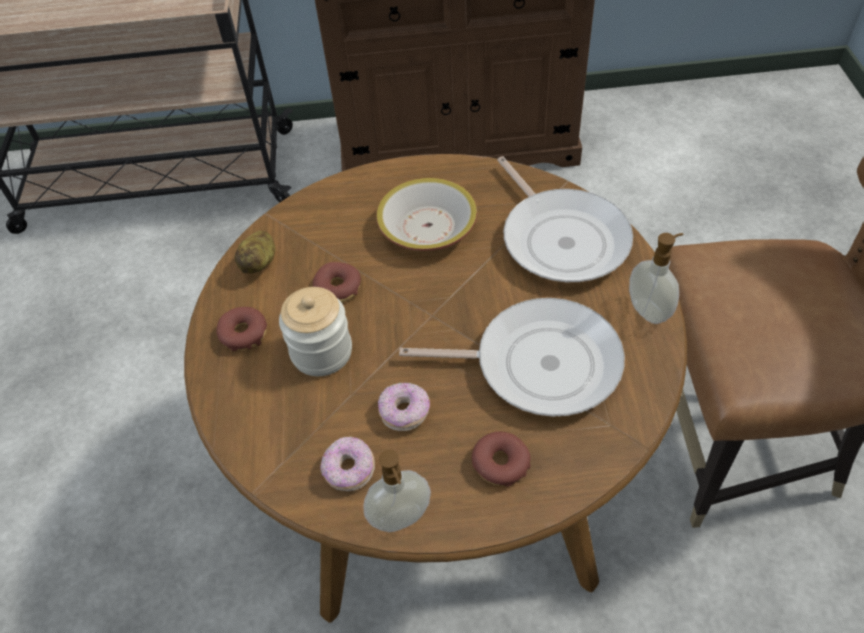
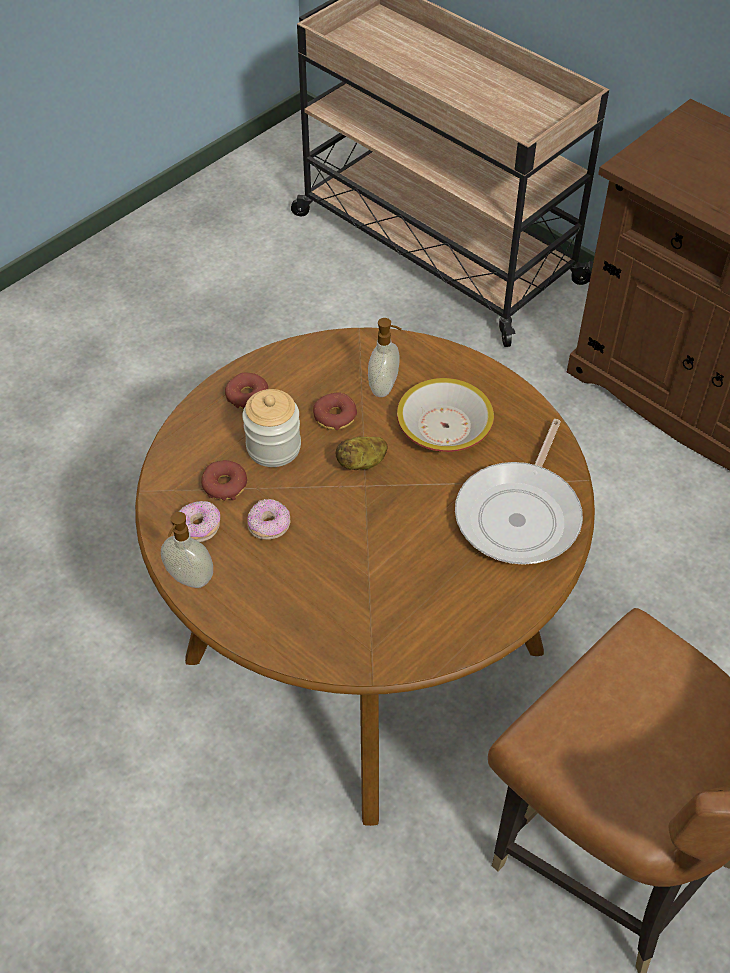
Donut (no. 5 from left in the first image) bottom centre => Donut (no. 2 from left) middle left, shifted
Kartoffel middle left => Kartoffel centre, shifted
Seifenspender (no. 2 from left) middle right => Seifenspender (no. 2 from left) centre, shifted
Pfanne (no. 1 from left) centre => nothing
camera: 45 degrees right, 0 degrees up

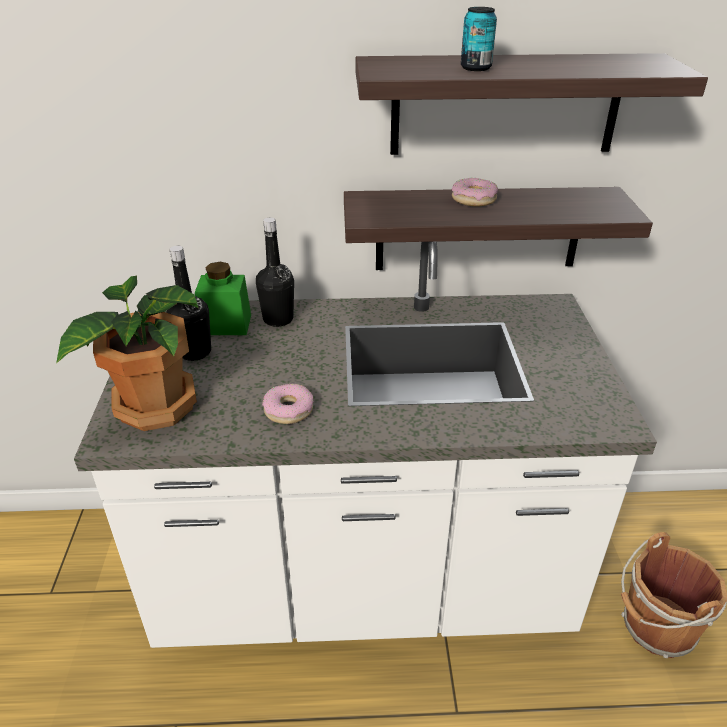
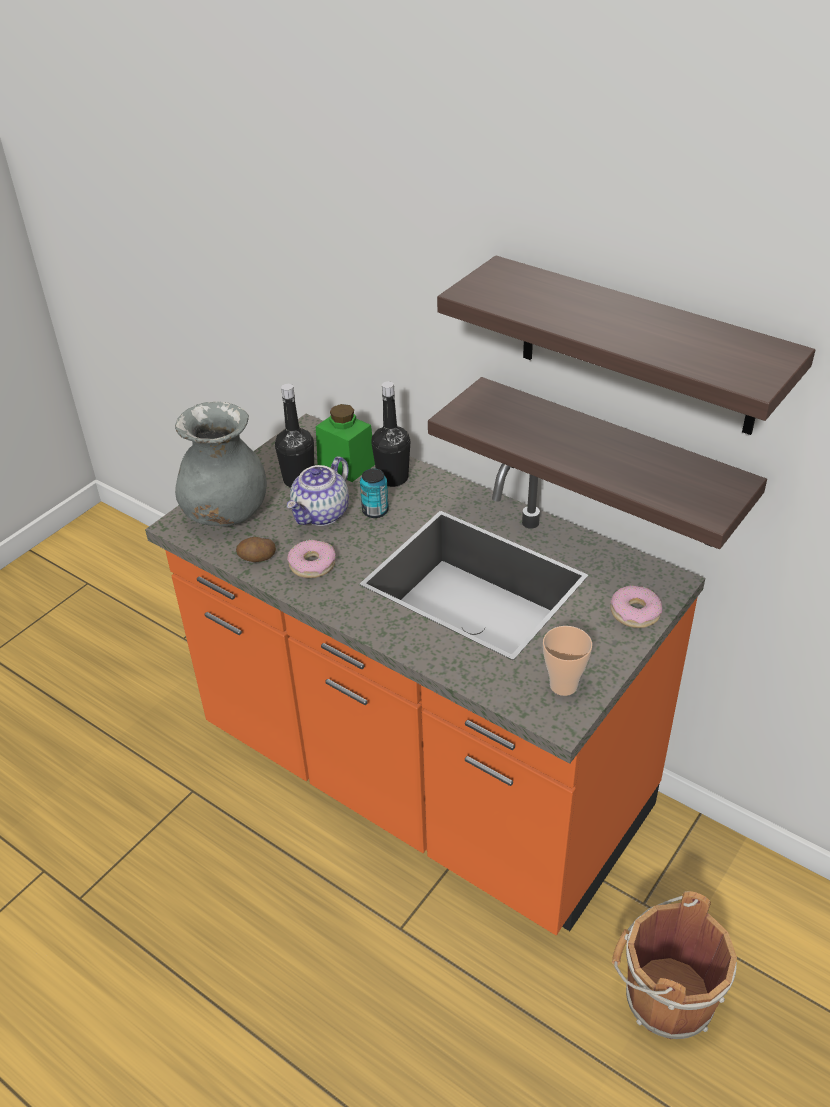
Küchenzeile (weiß) centre => Küchenzeile (orange) centre
Topfpflanze middle left => Vase (grau) middle left
nothing => Kartoffel middle left
nothing => Teekanne centre
Dose top centre => Dose centre, shifted
nothing => Tasse middle right
Donut (no. 2 from left) top centre => Donut (no. 2 from left) middle right, shifted
camera: 40 degrees right, 5 degrees up

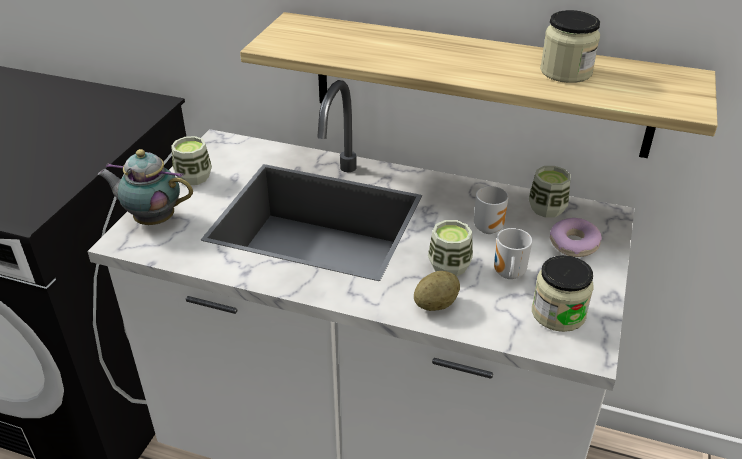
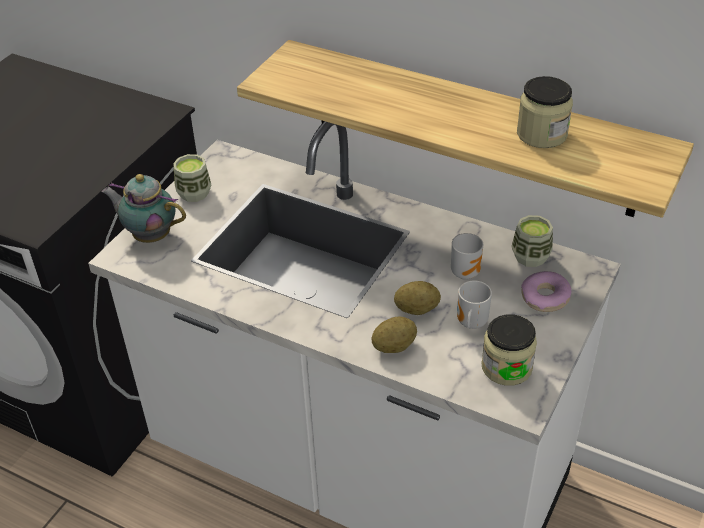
Tasse (no. 2 from left) centre => Kartoffel (no. 2 from left) centre
camera: 10 degrees right, 5 degrees up

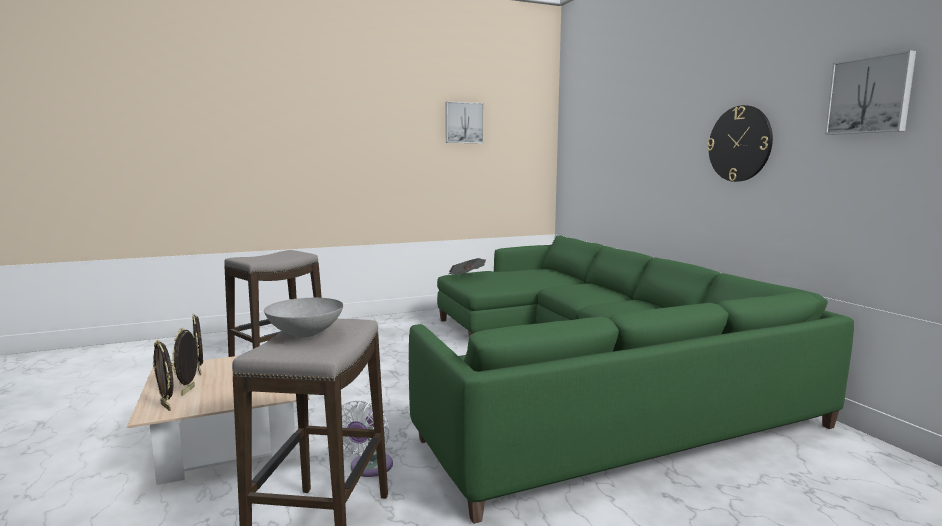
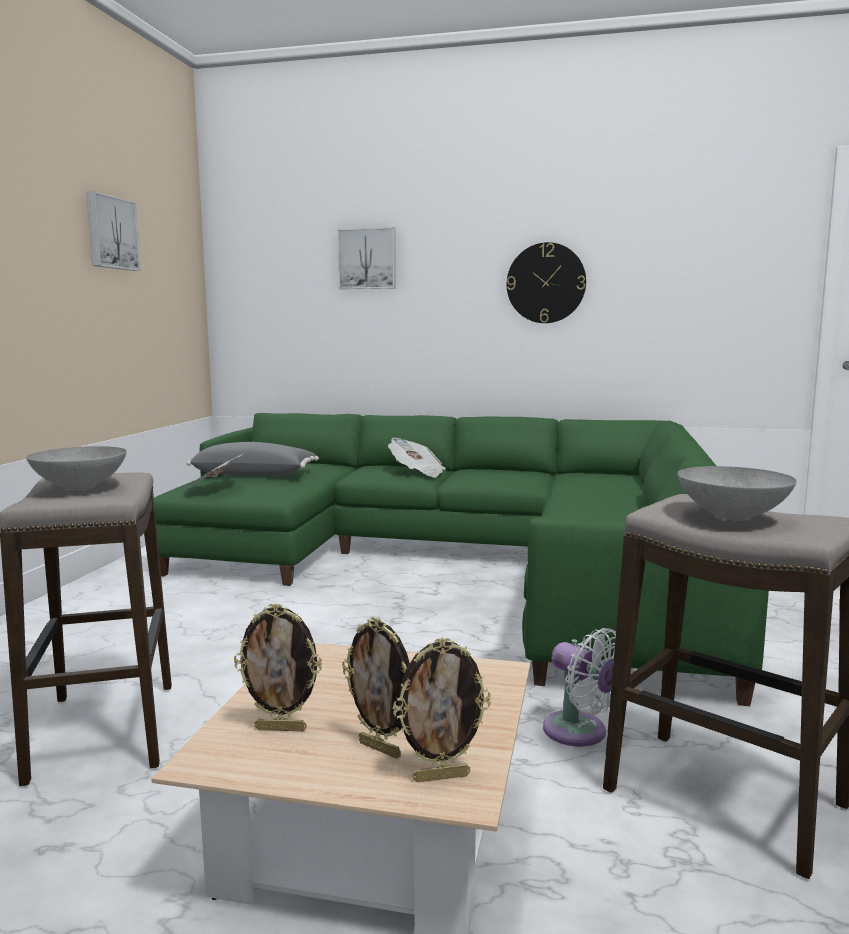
nothing => Schüssel (grau) (no. 1 from left) middle left
nothing => Kissen (grau) middle left
Bild (no. 2 from left) top right => Bild (no. 2 from left) top centre, shifted
nothing => Zeitung (no. 2 from left) centre
camera: 55 degrees left, 0 degrees up

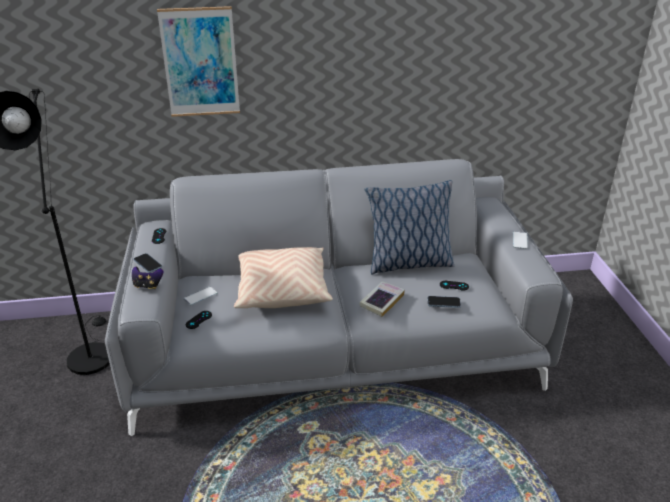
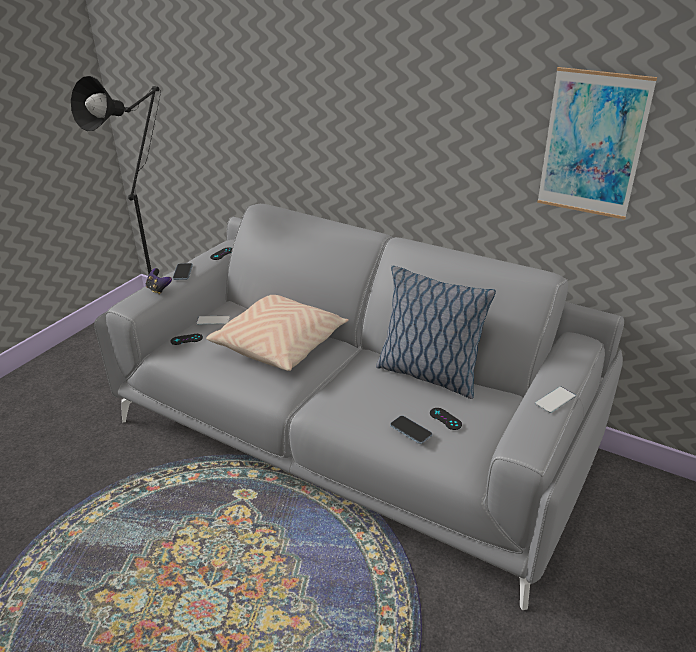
Bild top left => Bild top right, shifted
Buch centre => nothing
camera: 40 degrees right, 0 degrees up

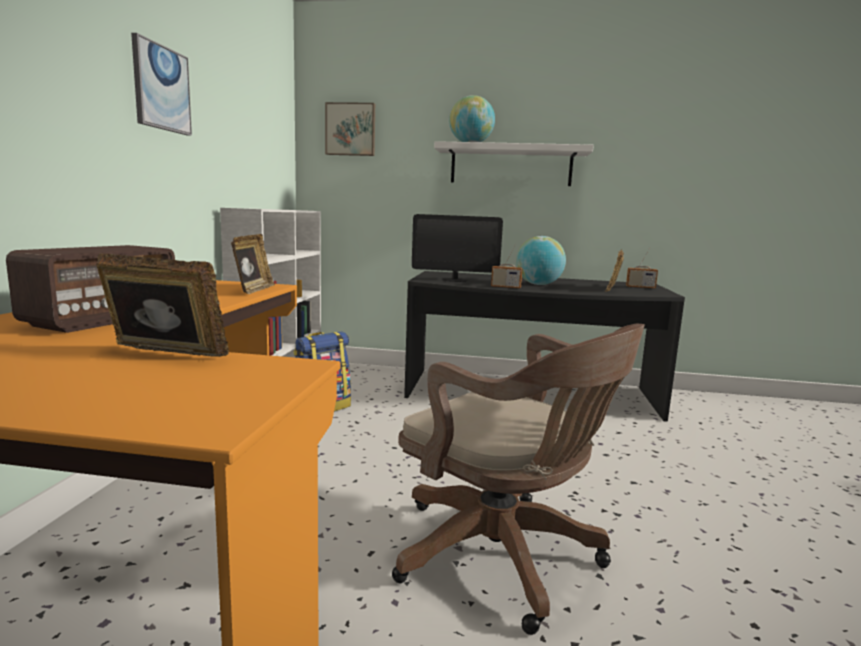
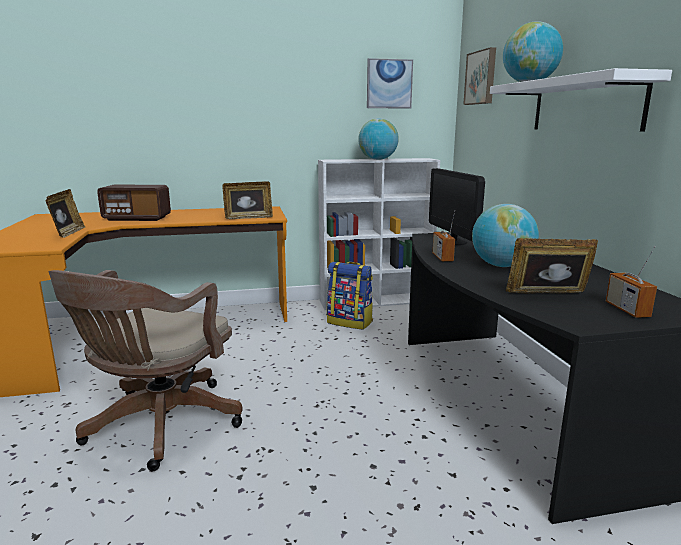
nothing => Globus (no. 1 from left) top centre
Bild (no. 1 from left) top left => Bild (no. 1 from left) top centre, shifted
camera: 70 degrees right, 5 degrees up

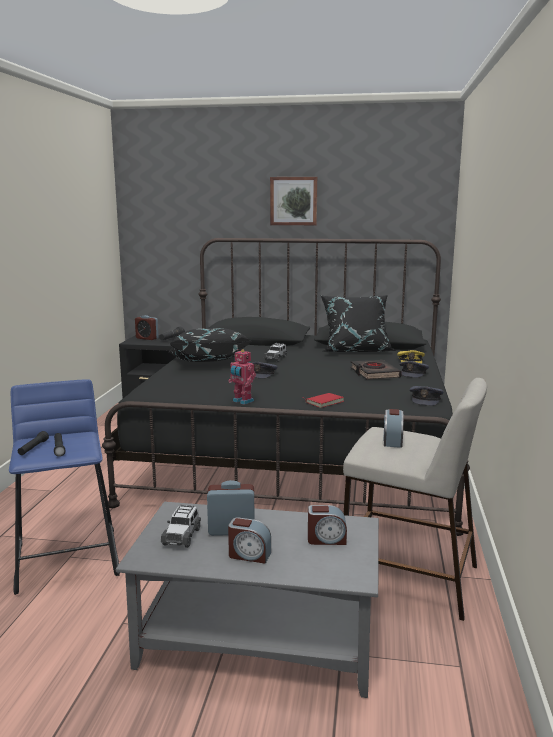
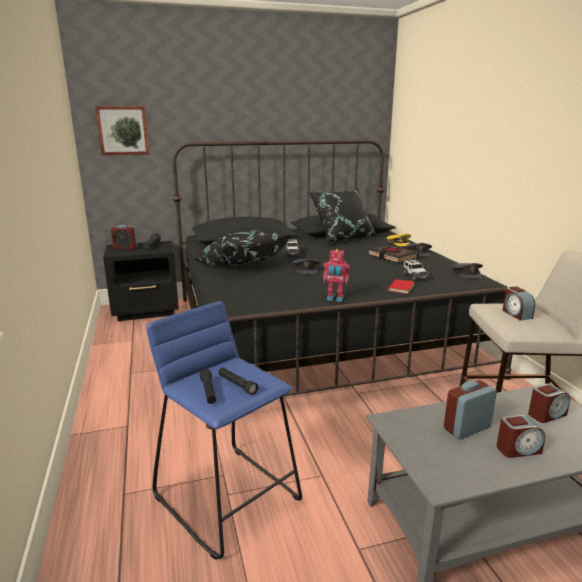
Bild top centre => Bild top left, shifted
Spielzeugauto (no. 1 from left in the first image) bottom left => Spielzeugauto (no. 2 from left) middle right, shifted
camera: 25 degrees left, 5 degrees up

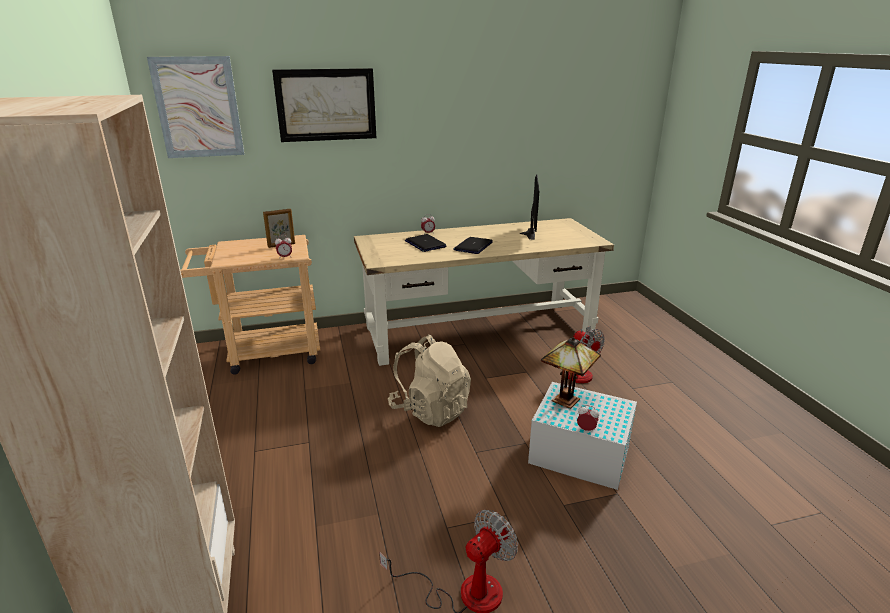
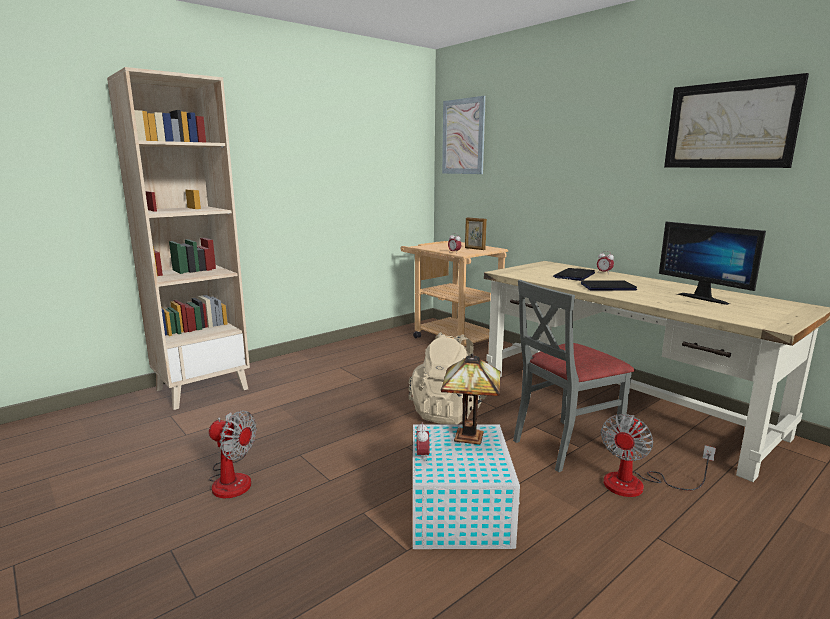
nothing => Stuhl (grau) middle right
Monitor centre => Monitor middle right, 75 degrees clockwise
Bild (no. 2 from left) top centre => Bild (no. 2 from left) top right, shifted
camera: 65 degrees right, 10 degrees down

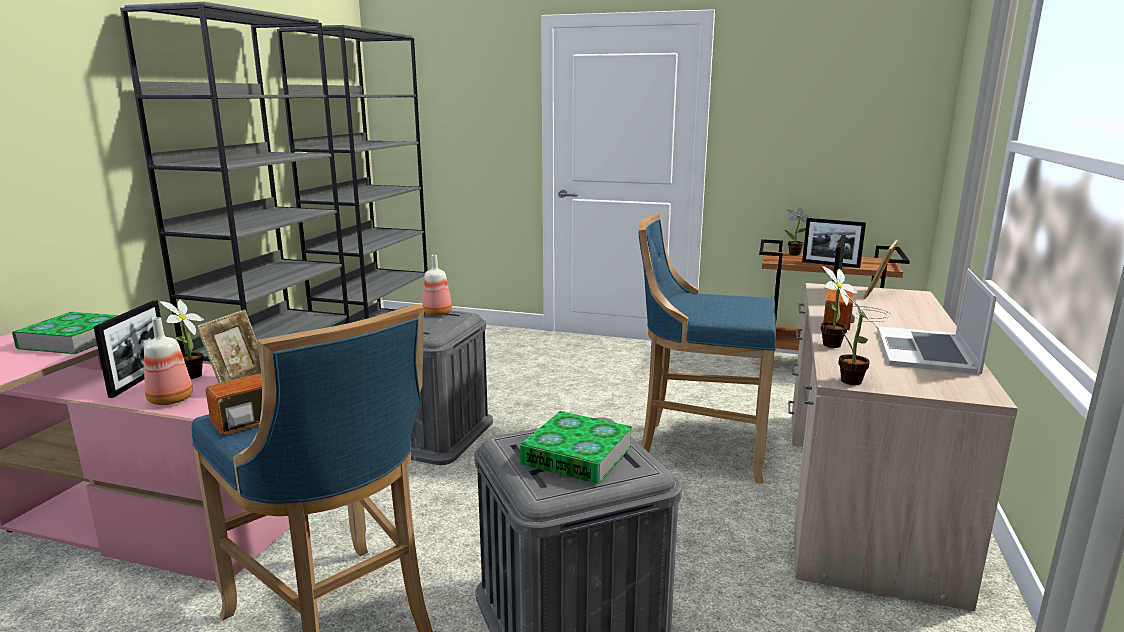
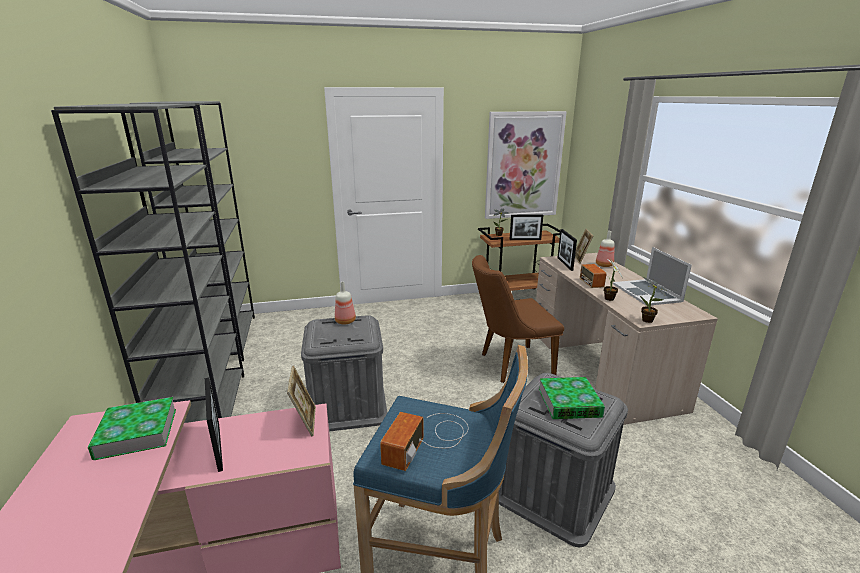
Hocker (blau) (no. 2 from left) centre => Stuhl (braun) centre
nothing => Bild top centre
Flasche (no. 1 from left in the first image) middle left => Flasche (no. 2 from left) middle right, shifted
Topfpflanze (no. 1 from left) middle left => nothing
camera: 30 degrees left, 5 degrees up

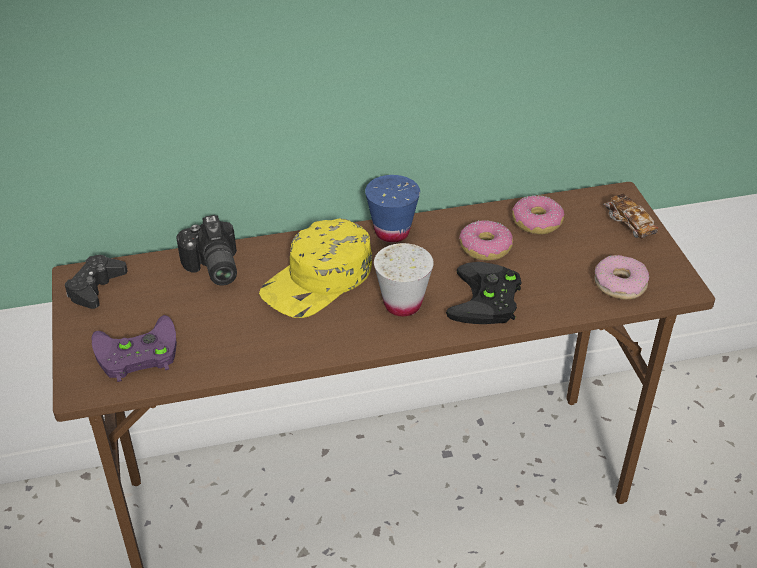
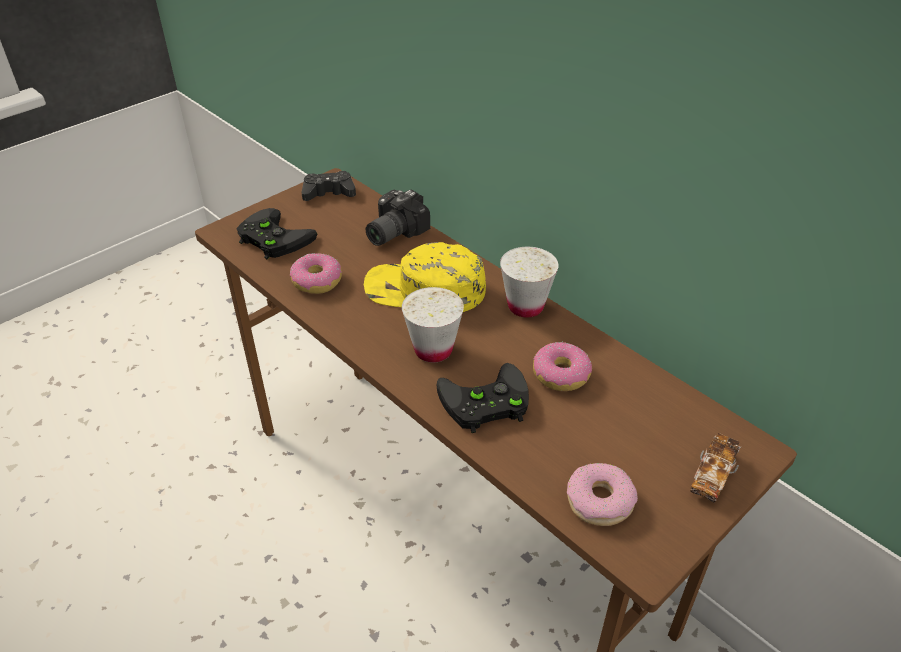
Gamepad (lila) middle left => Gamepad (schwarz) (no. 1 from left) middle left
Donut (no. 2 from left in the first image) middle right => Donut (no. 1 from left) centre, shifted
Tasse (blau) centre => Tasse (weiß) (no. 2 from left) centre
camera: 60 degrees right, 0 degrees up

